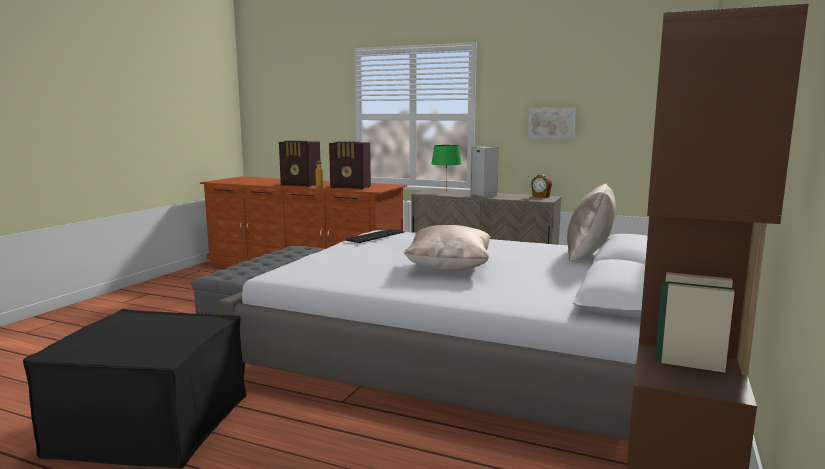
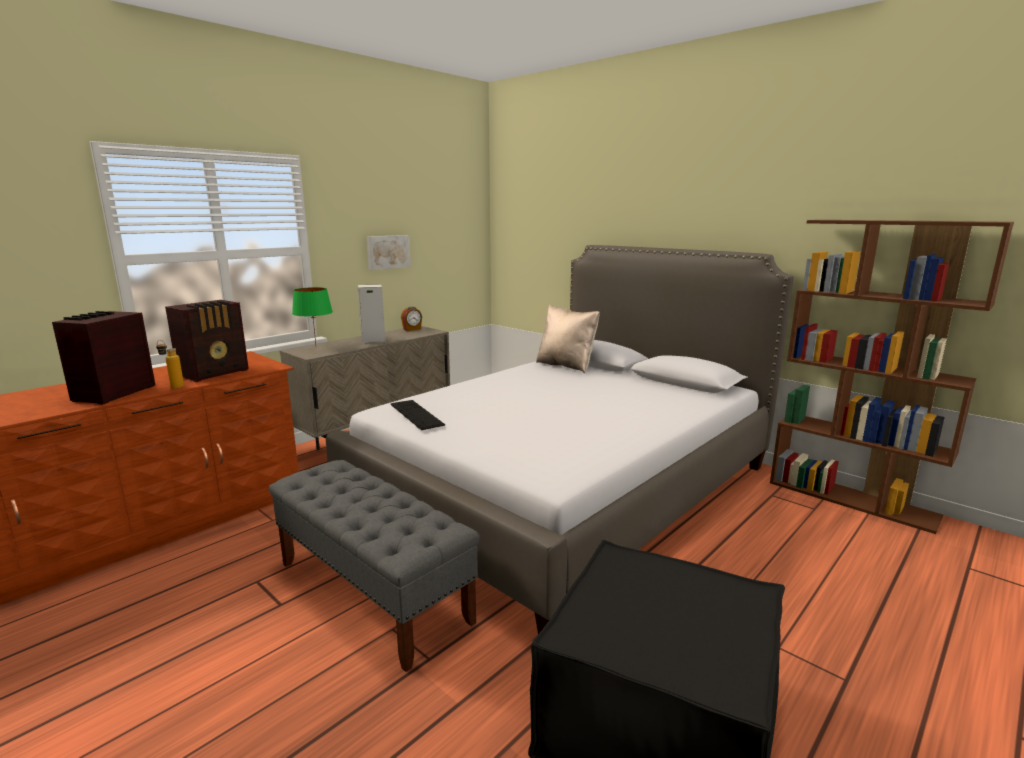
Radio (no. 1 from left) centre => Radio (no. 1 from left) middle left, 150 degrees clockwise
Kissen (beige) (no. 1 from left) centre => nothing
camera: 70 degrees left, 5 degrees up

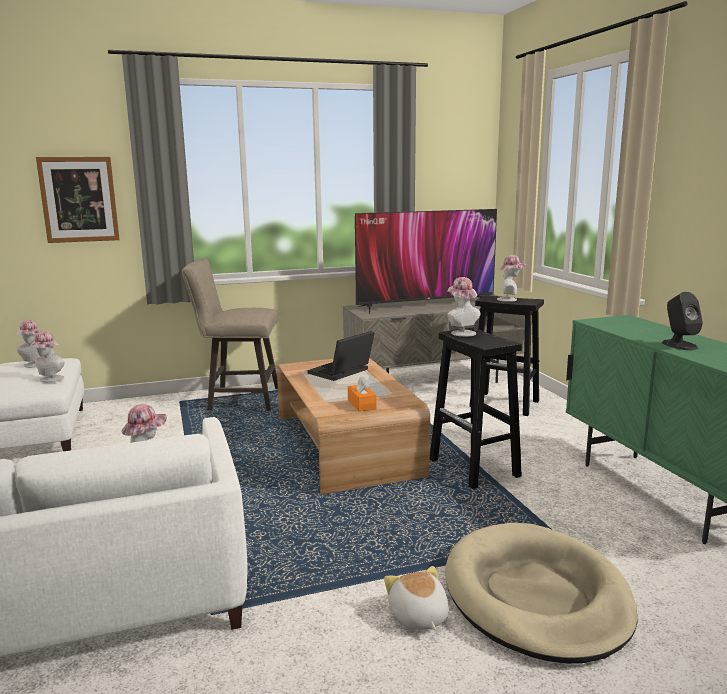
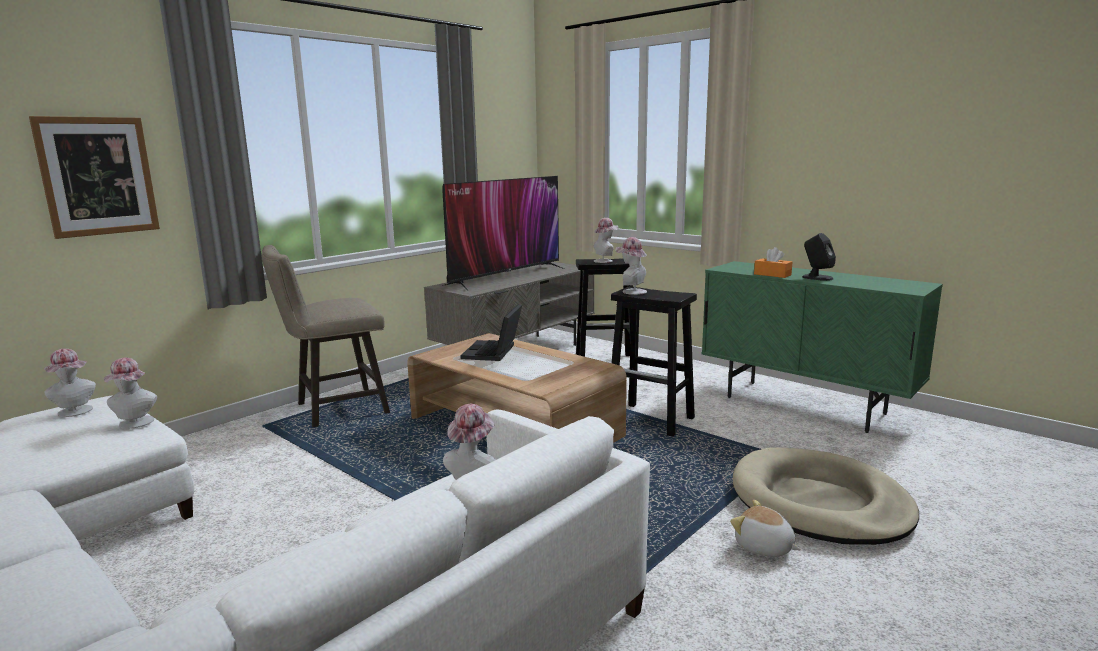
Taschentuchbox (orange) centre => Taschentuchbox (orange) middle right, shifted
camera: 30 degrees left, 0 degrees up

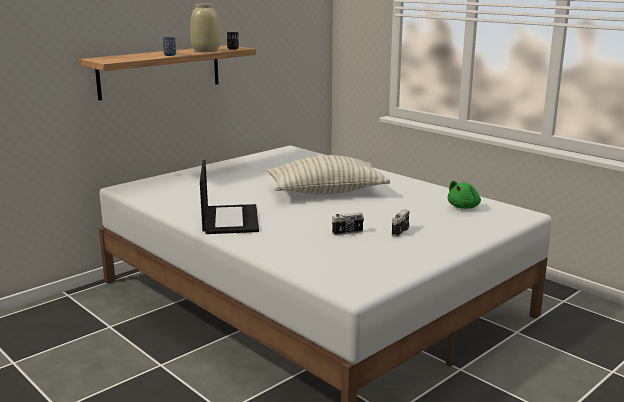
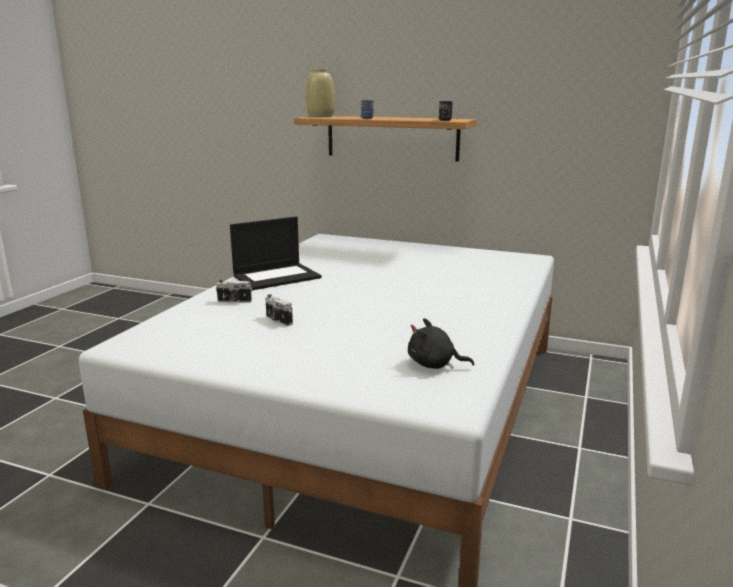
Kamera (no. 2 from left in the first image) centre => Kamera (no. 1 from left) middle left, shifted
Vase (beige) top left => Vase (beige) top centre, shifted
Plüschtier (grün) middle right => Plüschtier (schwarz) centre
Kissen centre => nothing
camera: 65 degrees right, 0 degrees up

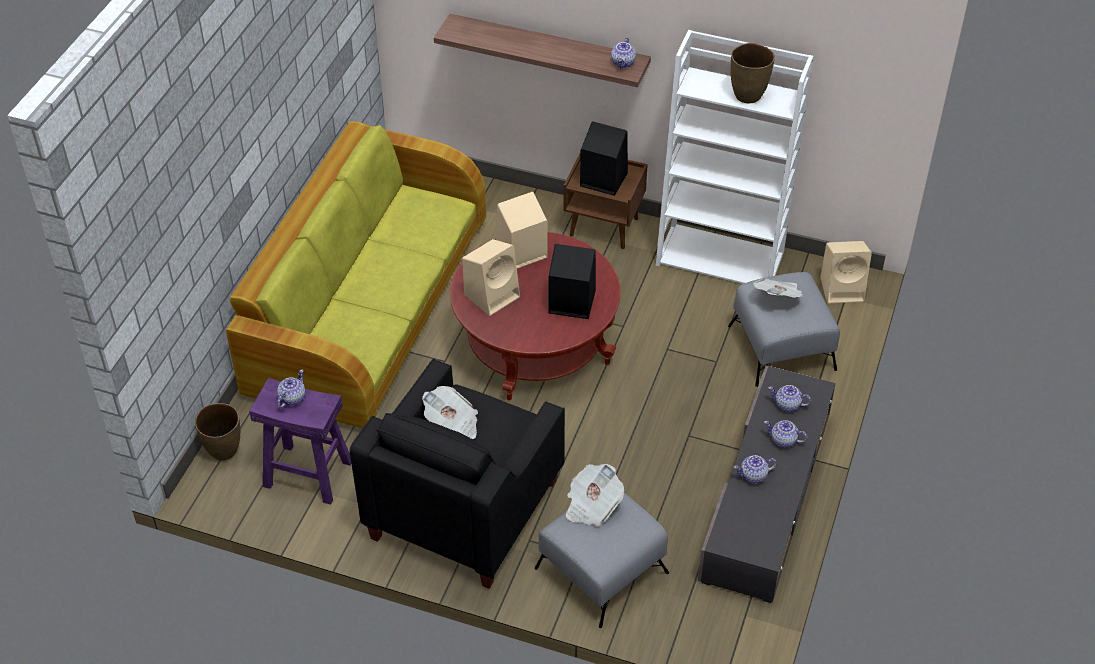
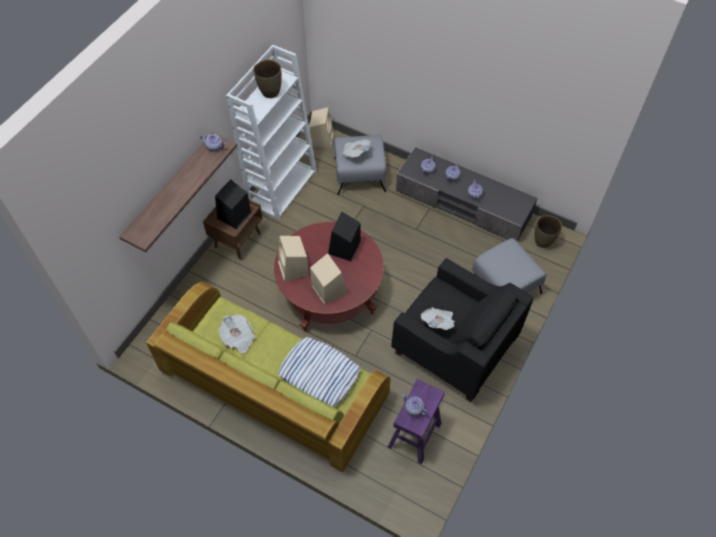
Zeitung (no. 2 from left in the first image) bottom centre => Zeitung (no. 1 from left) middle left, shifted
nothing => Kissen bottom centre
Vase (braun) (no. 1 from left in the first image) middle left => Vase (braun) (no. 2 from left) middle right, shifted
camera: 80 degrees left, 10 degrees up

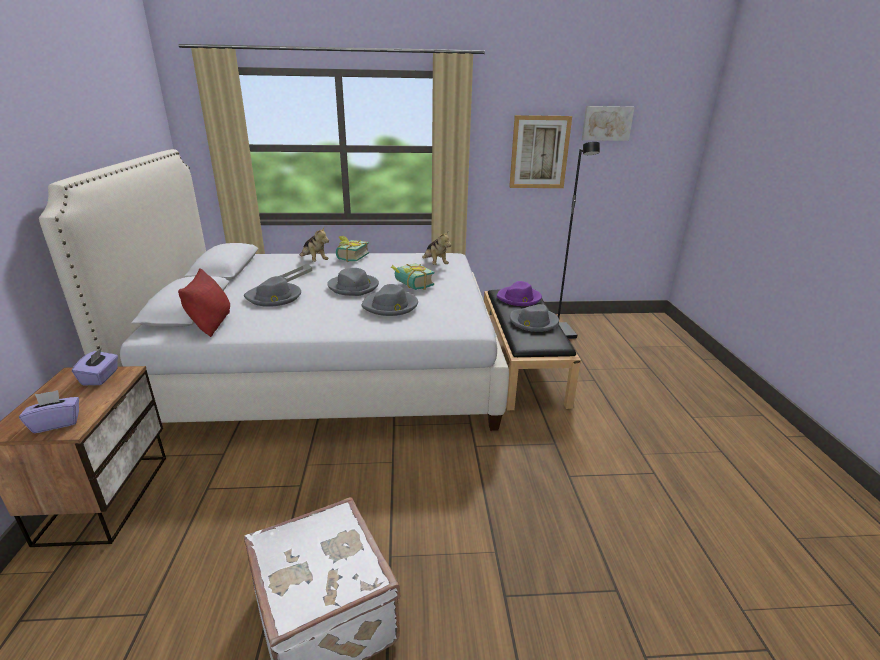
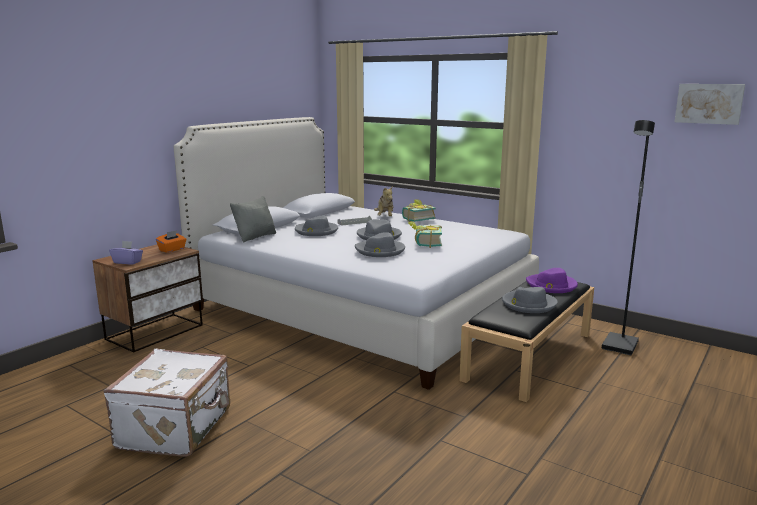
Taschentuchbox (lila) (no. 2 from left) middle left => Taschentuchbox (orange) middle left
Kissen (rot) middle left => Kissen (grau) centre
Plüschtier (no. 2 from left) centre => nothing
Bild (no. 1 from left) top centre => nothing
camera: 40 degrees right, 10 degrees down

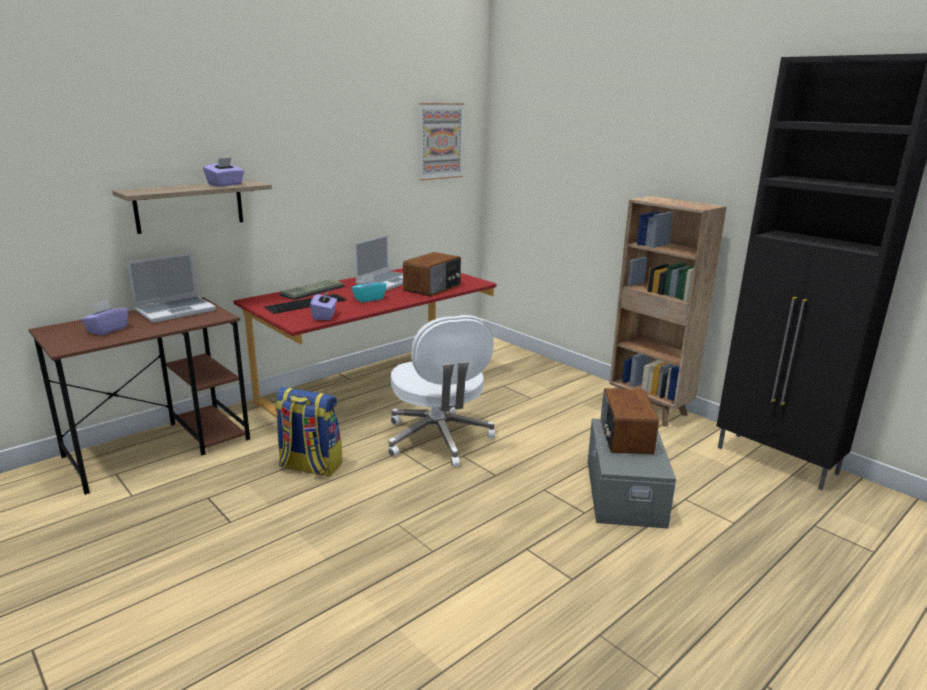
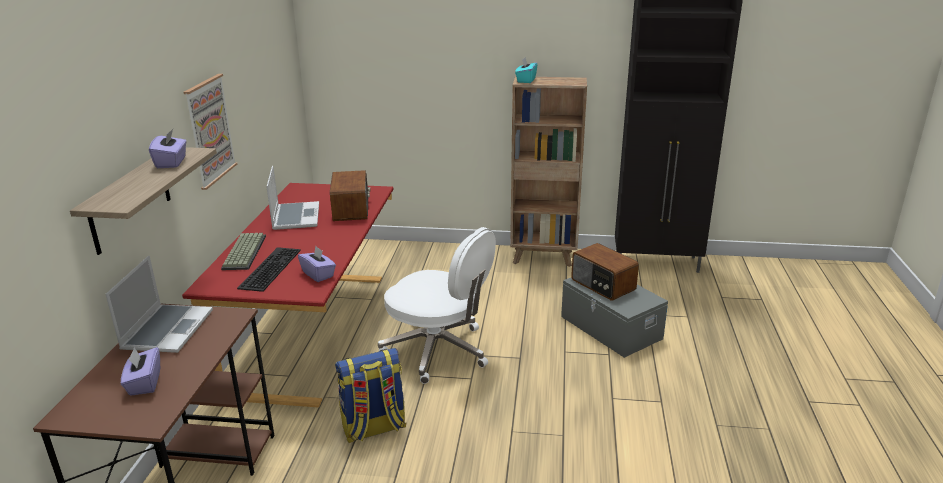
Bild top centre => Bild top left, shifted
Taschentuchbox (türkis) centre => Taschentuchbox (türkis) top centre, shifted
camera: 40 degrees left, 5 degrees up

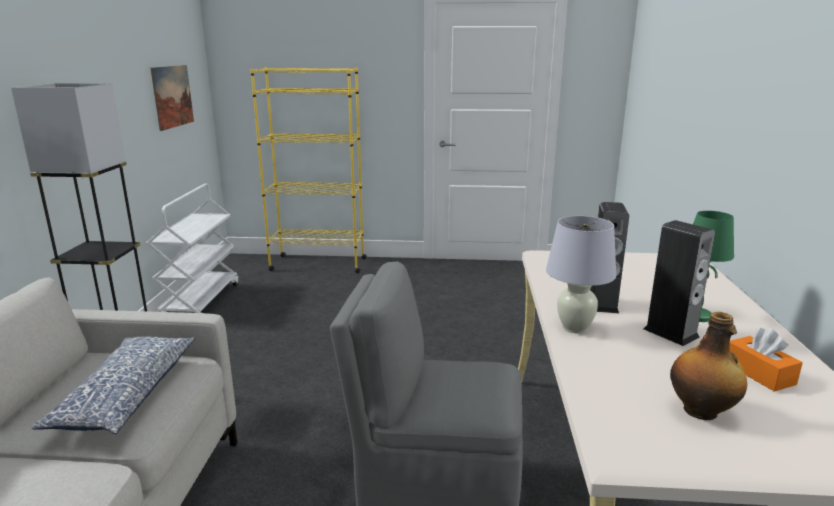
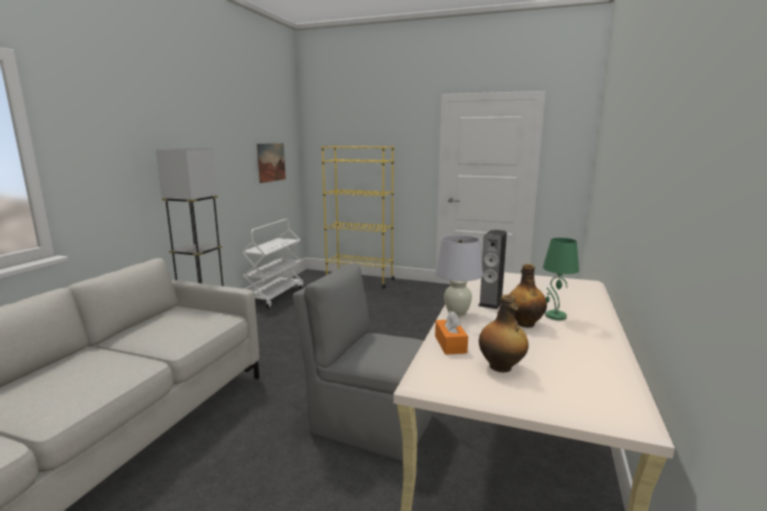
Taschentuchbox (orange) bottom right => Taschentuchbox (orange) centre, shifted
Lautsprecher (no. 2 from left) middle right => Flasche (no. 2 from left) middle right
Kissen bottom left => nothing
camera: 15 degrees right, 5 degrees down

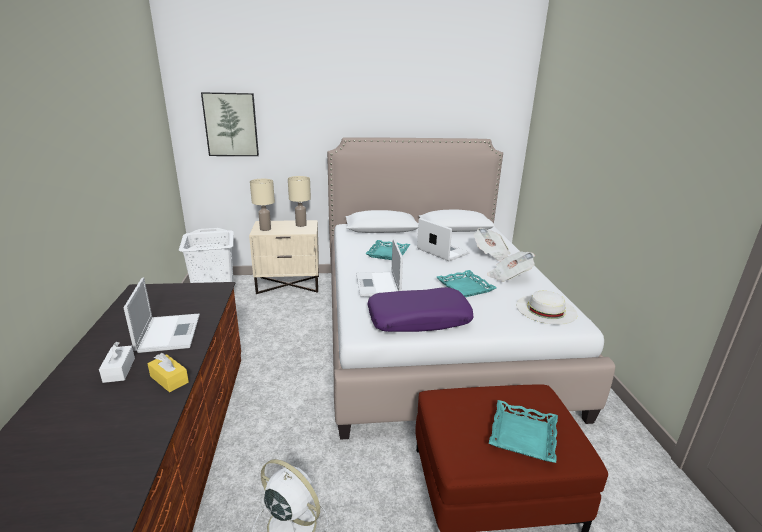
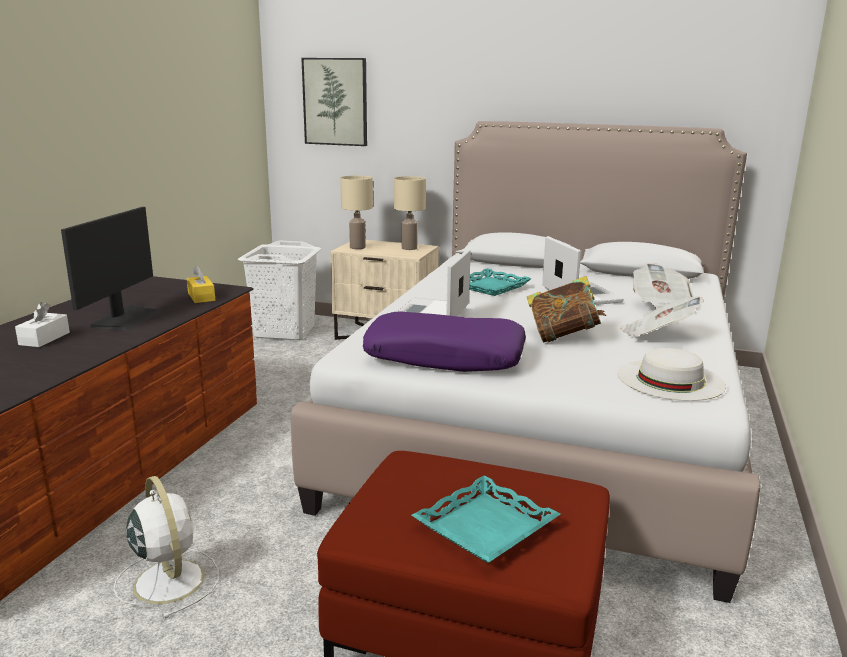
Laptop (no. 1 from left) middle left => Monitor middle left
Taschentuchbox (gelb) bottom left => Taschentuchbox (gelb) middle left, shifted
Tablett (türkis) (no. 2 from left) centre => Buch middle right
camera: 25 degrees right, 5 degrees down

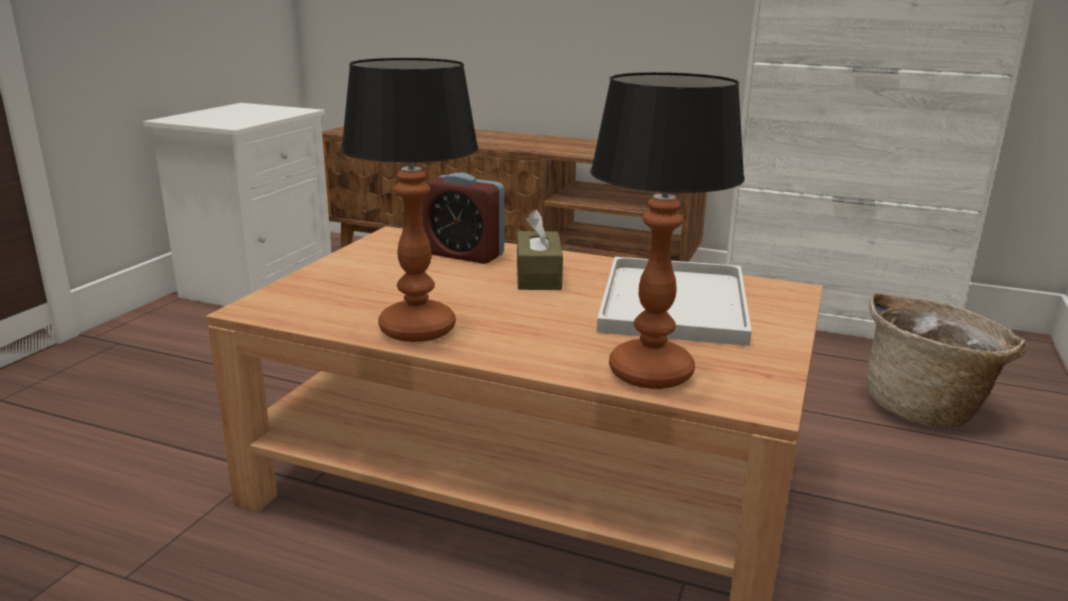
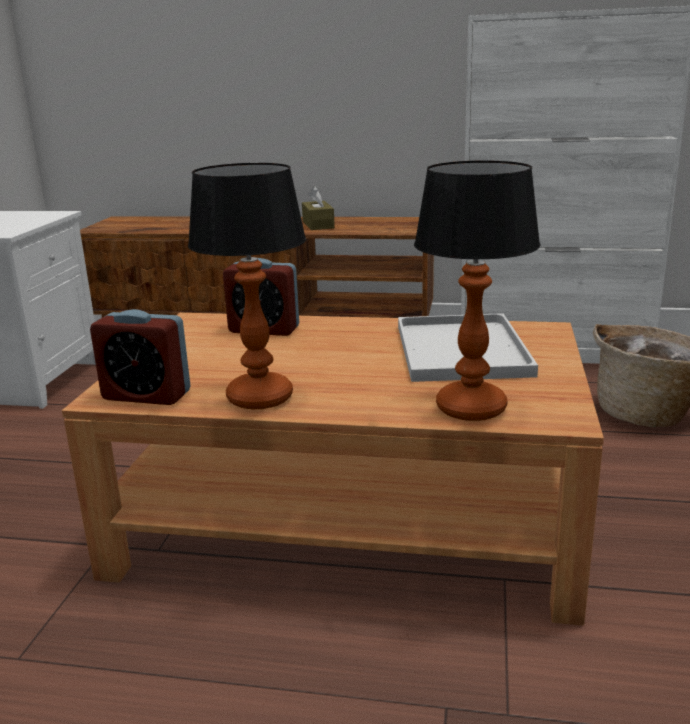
nothing => Wecker (no. 1 from left) middle left
Taschentuchbox (braun) centre => Taschentuchbox (braun) top centre, shifted
camera: 10 degrees left, 0 degrees up

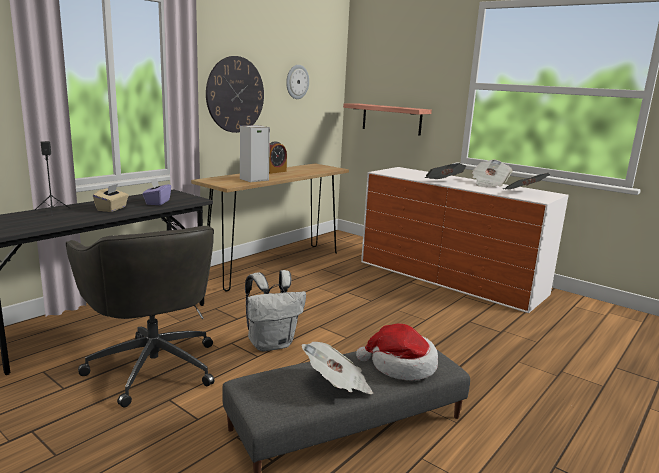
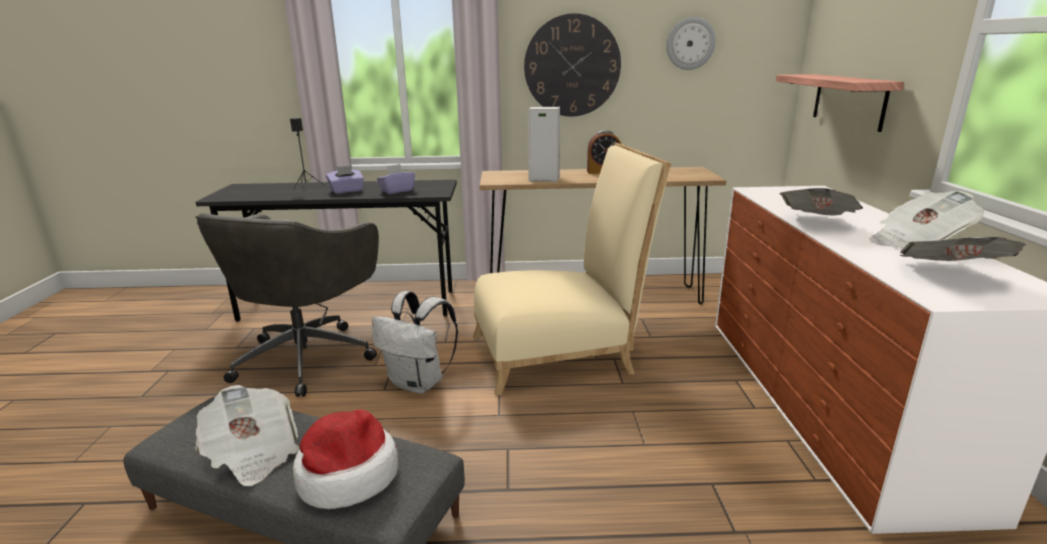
Taschentuchbox (beige) middle left => Taschentuchbox (lila) (no. 1 from left) top left
nothing => Stuhl (beige) centre
camera: 50 degrees right, 5 degrees up

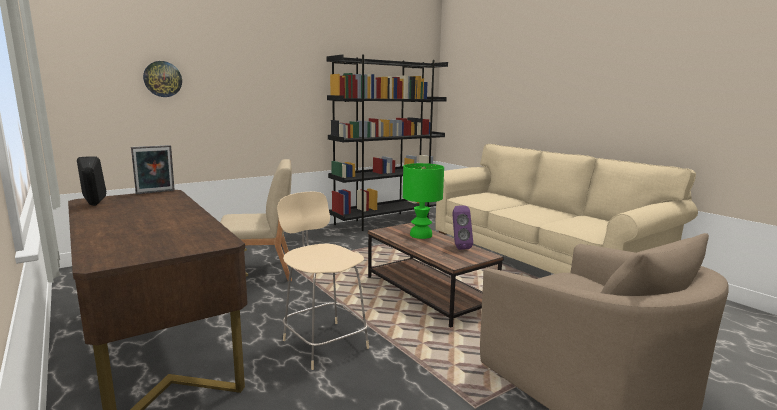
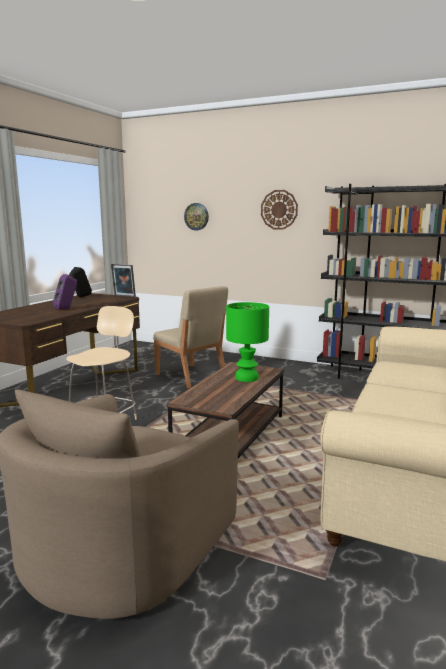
Lautsprecher (lila) centre => Lautsprecher (lila) middle left, shifted
nothing => Wanduhr (no. 2 from left) top centre
camera: 60 degrees right, 0 degrees up

